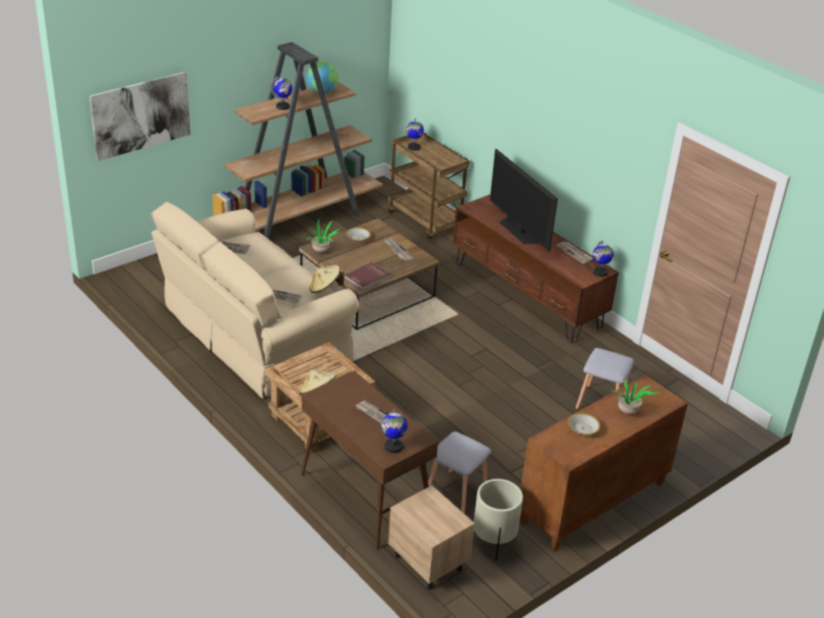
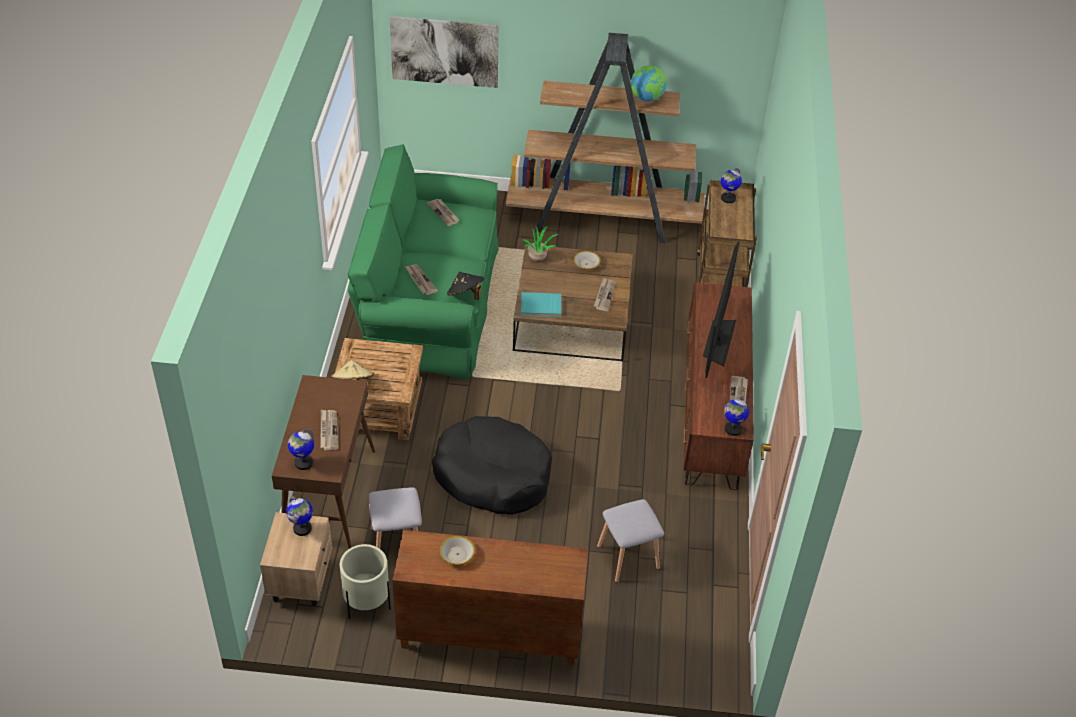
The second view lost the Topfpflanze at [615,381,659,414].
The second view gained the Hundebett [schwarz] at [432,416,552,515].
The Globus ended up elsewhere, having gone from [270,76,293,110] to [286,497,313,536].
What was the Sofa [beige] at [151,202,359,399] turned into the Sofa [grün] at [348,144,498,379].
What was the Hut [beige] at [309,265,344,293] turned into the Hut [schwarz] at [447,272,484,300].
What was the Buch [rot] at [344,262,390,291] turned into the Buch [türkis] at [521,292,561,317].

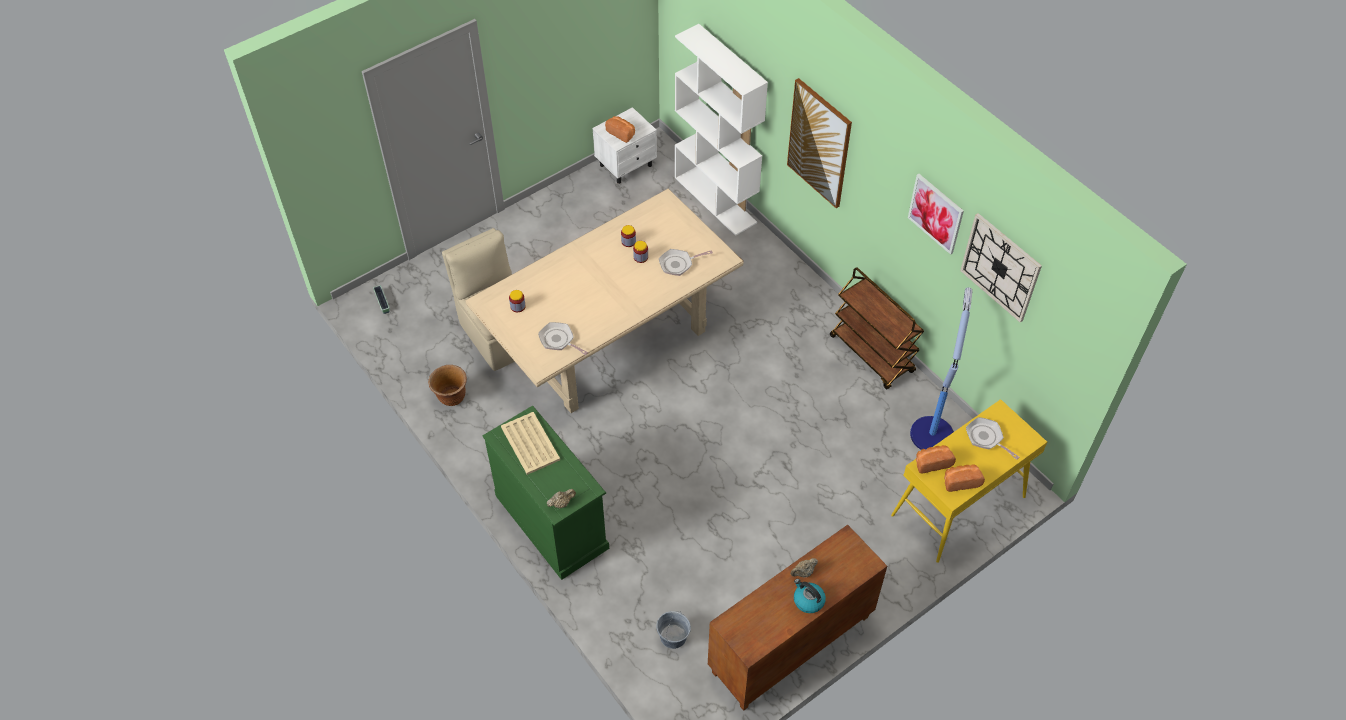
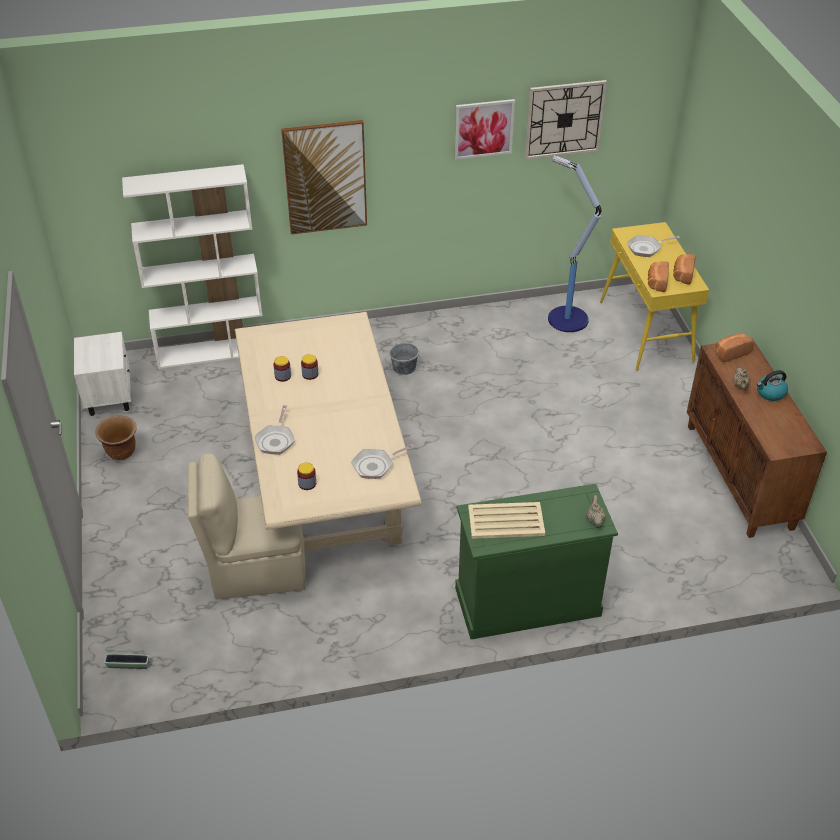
The second view lost the Rollwagen [braun] at [830,267,924,389].
The Pflanzkübel [braun] ended up elsewhere, having gone from [428,365,467,406] to [95,416,137,460].
The Brot ended up elsewhere, having gone from [605,116,635,143] to [715,333,754,362].
The Eimer [grau] ended up elsewhere, having gone from [656,611,691,649] to [389,340,419,375].
The Pfanne ended up elsewhere, having gone from [659,249,713,276] to [255,405,295,455].

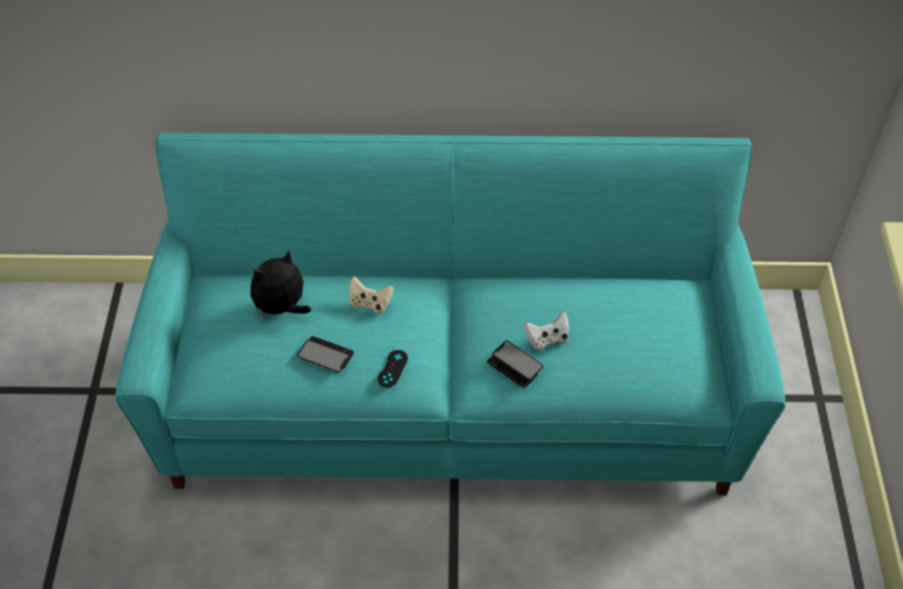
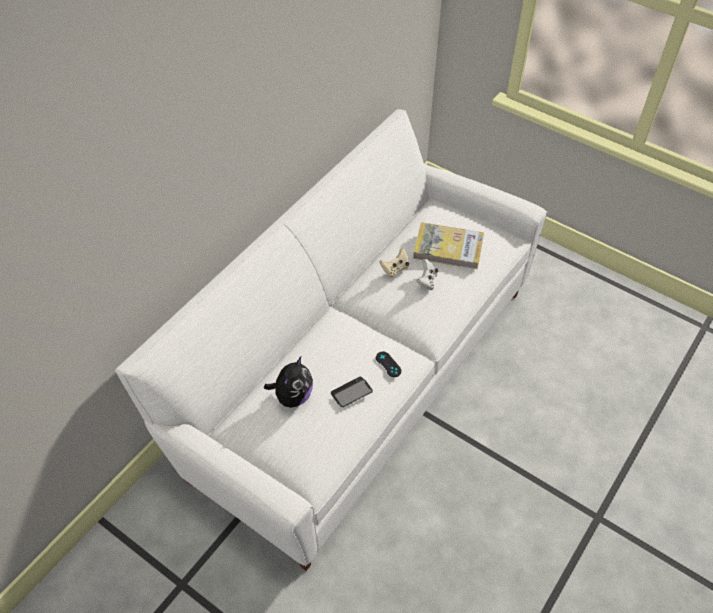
The second view lost the Handy at [487,340,543,388].
The second view gained the Buch at [413,222,484,269].
The Gamepad [beige] ended up elsewhere, having gone from [349,276,393,314] to [379,248,409,277].
What was the Sofa [türkis] at [115,133,785,495] turned into the Sofa [weiß] at [115,109,547,571].
The Plüschtier at [250,250,311,321] ended up facing another way, 150 degrees counterclockwise from before.

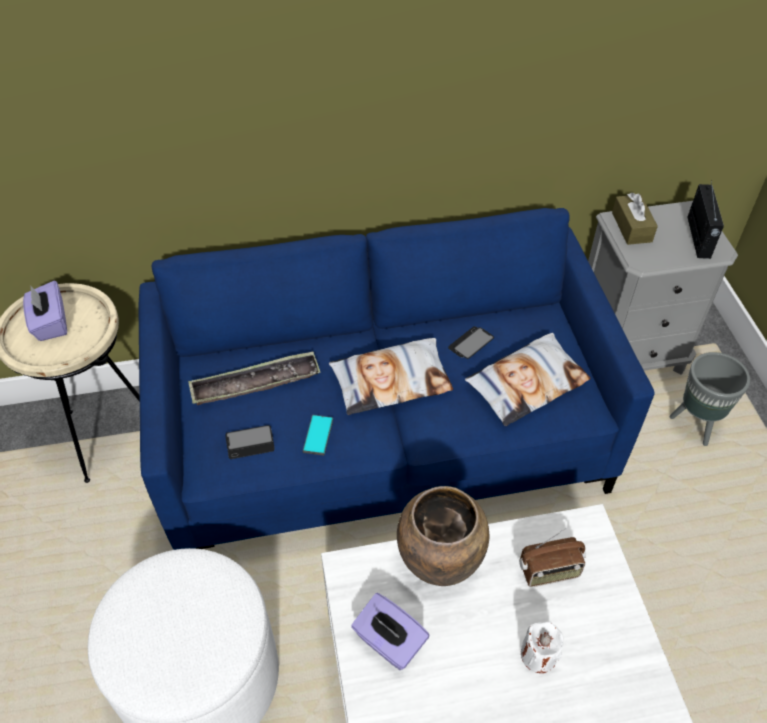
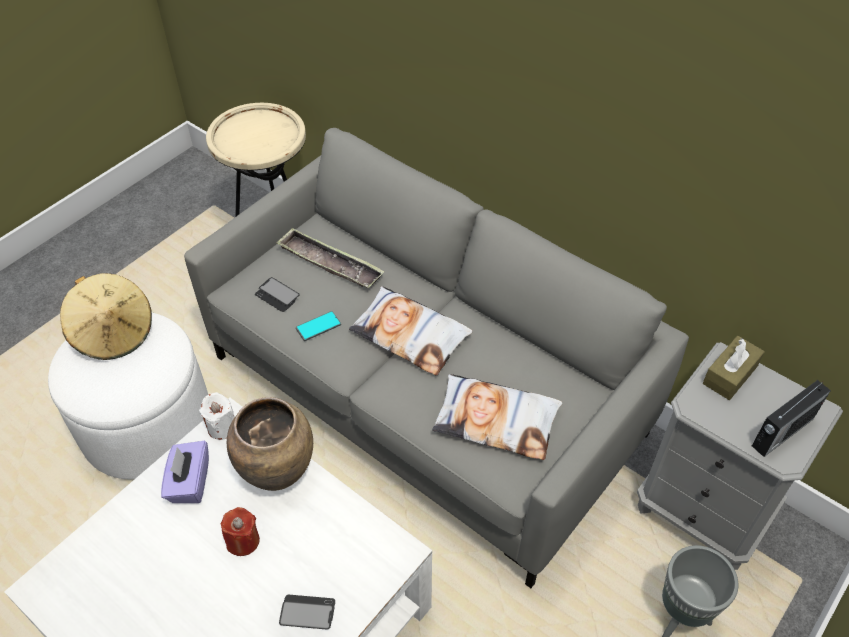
The second view lost the Taschentuchbox [lila] at [23,281,67,341].
The second view lost the Radio at [519,528,586,587].
The second view gained the Hut [beige] at [60,273,152,360].
The second view gained the Kerze [rot] at [220,507,260,556].
The Handy ended up elsewhere, having gone from [448,326,494,359] to [279,594,335,630].
The Kerze [weiß] ended up elsewhere, having gone from [521,622,564,673] to [199,392,235,440].
What was the Sofa [blau] at [139,208,655,550] turned into the Sofa [grau] at [184,128,689,588].

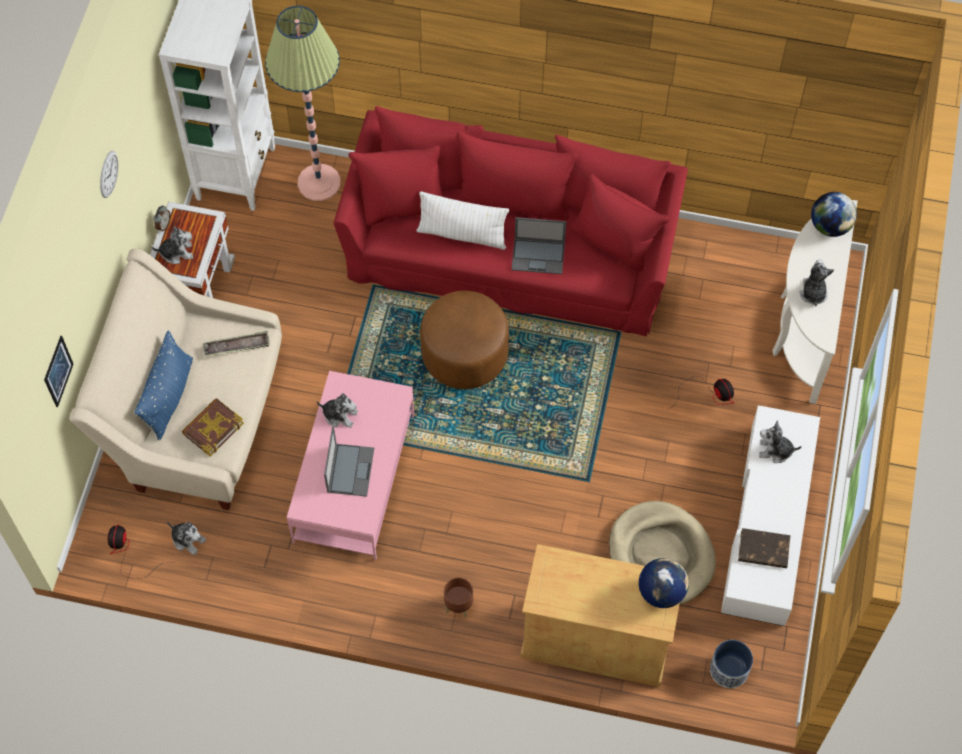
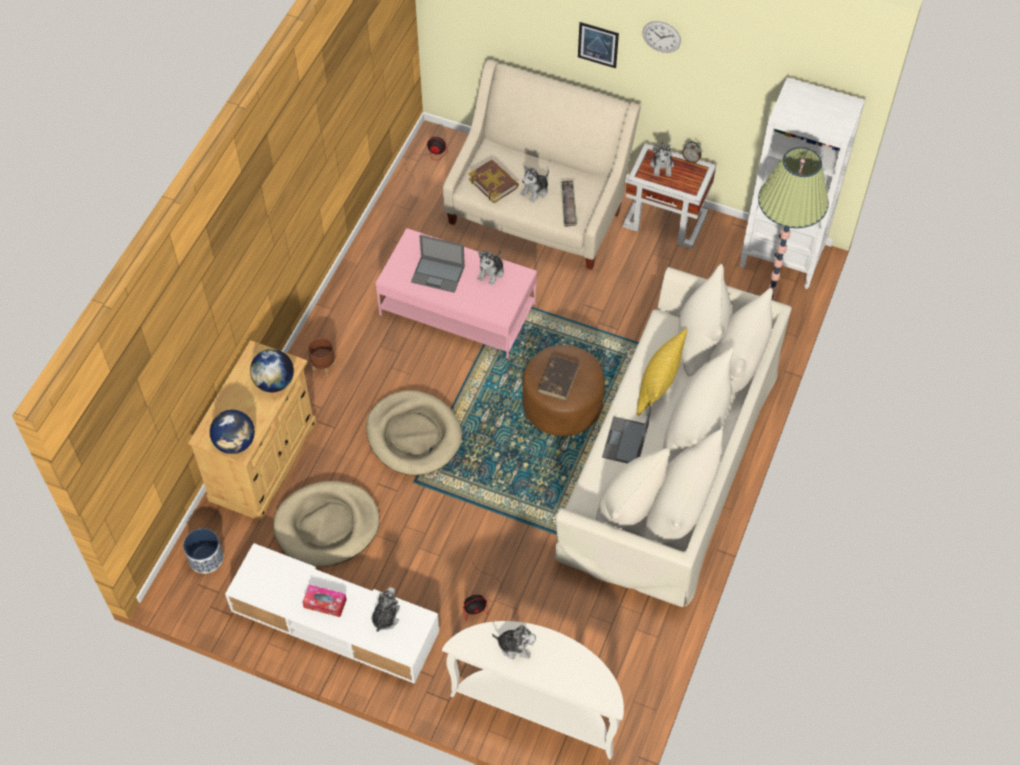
The second view lost the Kissen [blau] at [134,331,193,440].
The second view gained the Taschentuchbox at [302,585,347,617].
The second view gained the Hundebett [beige] at [366,390,462,475].
The Bild ended up elsewhere, having gone from [44,336,73,407] to [578,22,619,68].
The Plüschtier ended up elsewhere, having gone from [167,521,206,555] to [521,165,549,202].
The Buch [braun] ended up elsewhere, having gone from [738,528,791,568] to [537,356,579,401].
The Globus ended up elsewhere, having gone from [811,192,857,237] to [250,349,294,392].
What was the Sofa [rot] at [334,106,688,336] turned into the Sofa [beige] at [555,264,792,607].
What was the Kissen [weiß] at [416,191,509,250] turned into the Kissen [gelb] at [636,329,687,416].

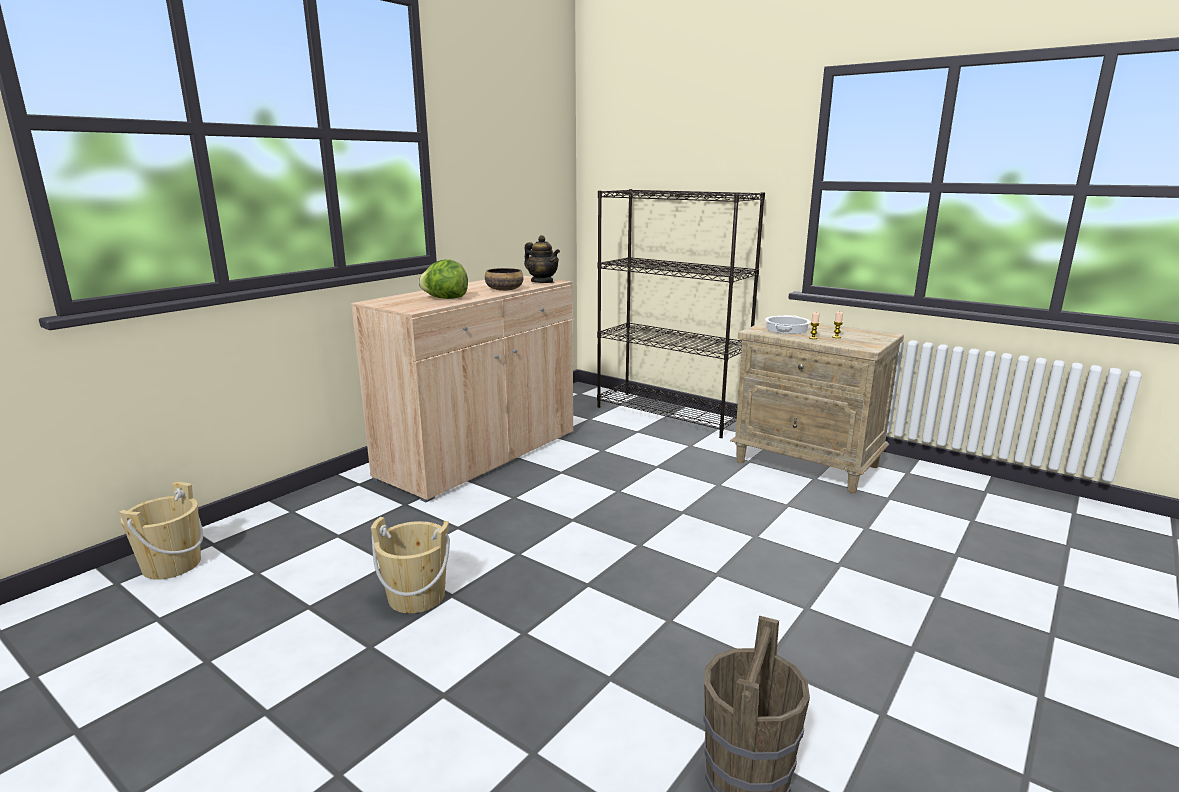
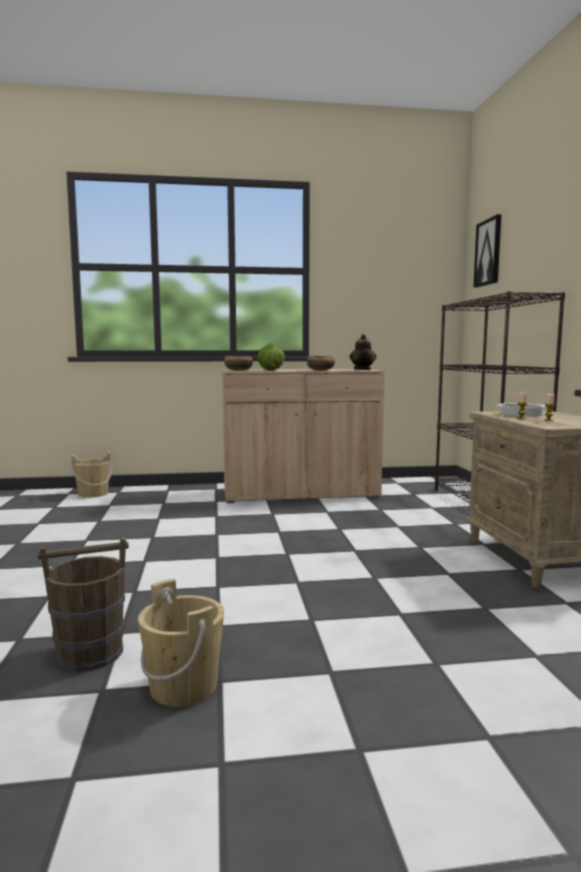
The second view gained the Schüssel at [224,356,253,371].
The second view gained the Bild at [473,214,501,288].
The Eimer [beige] ended up elsewhere, having gone from [371,517,450,613] to [138,579,224,707].

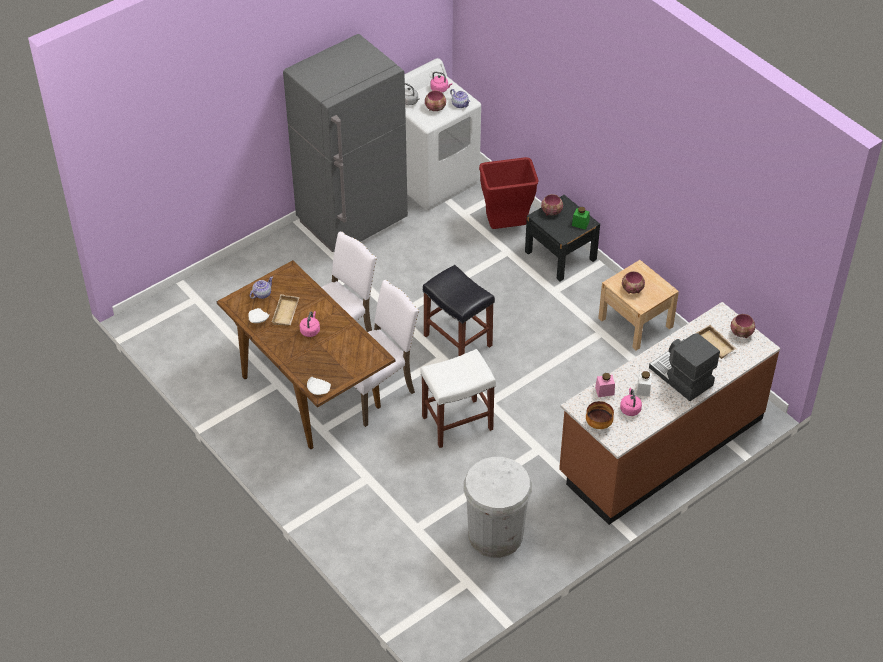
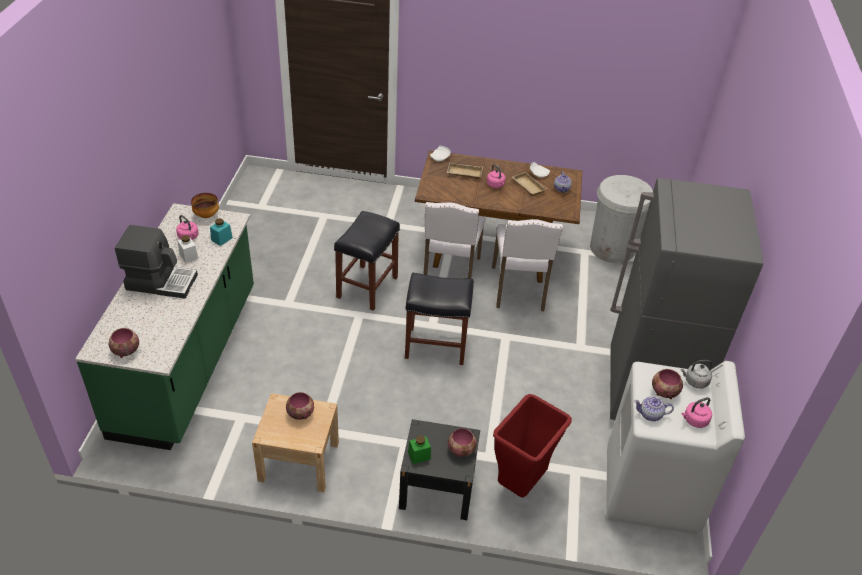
The Mülleimer [weiß] ended up elsewhere, having gone from [463,457,532,558] to [590,175,653,263].
The Tablett [beige] ended up elsewhere, having gone from [696,325,737,359] to [446,162,483,179].
What was the Hocker [weiß] at [420,349,496,448] turned into the Hocker [schwarz] at [334,211,400,311].
What was the Küchenzeile [braun] at [559,302,780,525] turned into the Küchenzeile [grün] at [75,203,254,450].
What was the Vorratsglas [rosa] at [595,373,615,397] turned into the Vorratsglas [türkis] at [210,218,233,246].

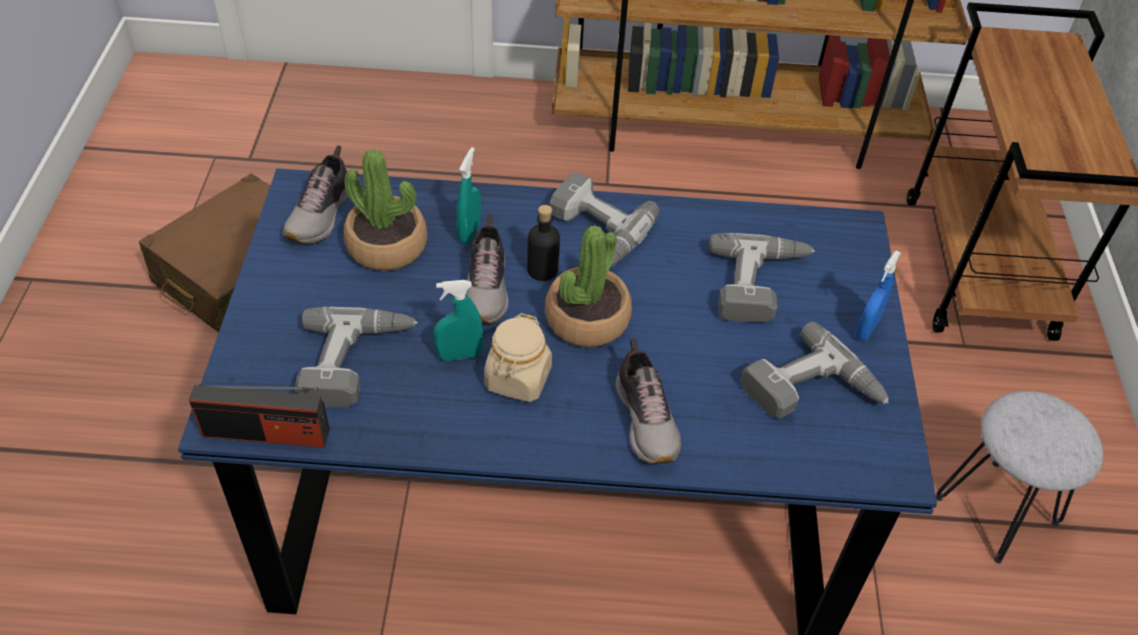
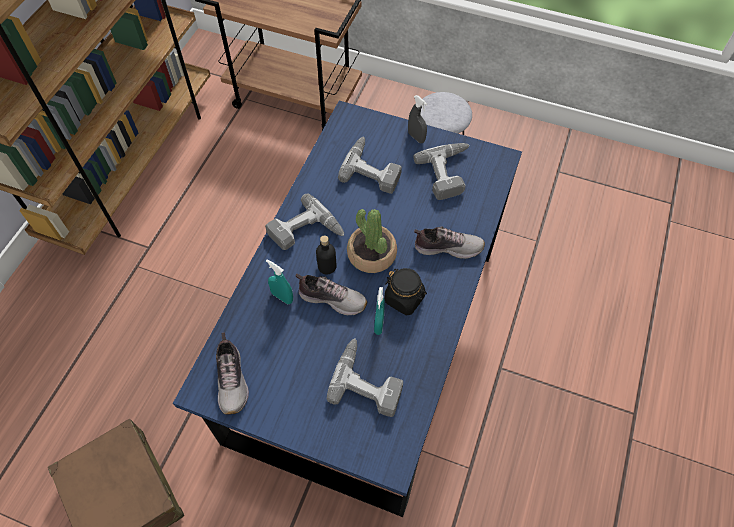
The second view lost the Radio at [189,384,330,448].
The second view lost the Topfpflanze at [344,149,427,271].
What was the Vorratsglas [beige] at [484,313,552,402] turned into the Vorratsglas [schwarz] at [385,268,427,315].
What was the Sprühflasche [blau] at [855,251,901,341] turned into the Sprühflasche [grau] at [408,95,427,143].
The Schuh at [282,145,348,243] ended up facing another way, 45 degrees clockwise from before.

